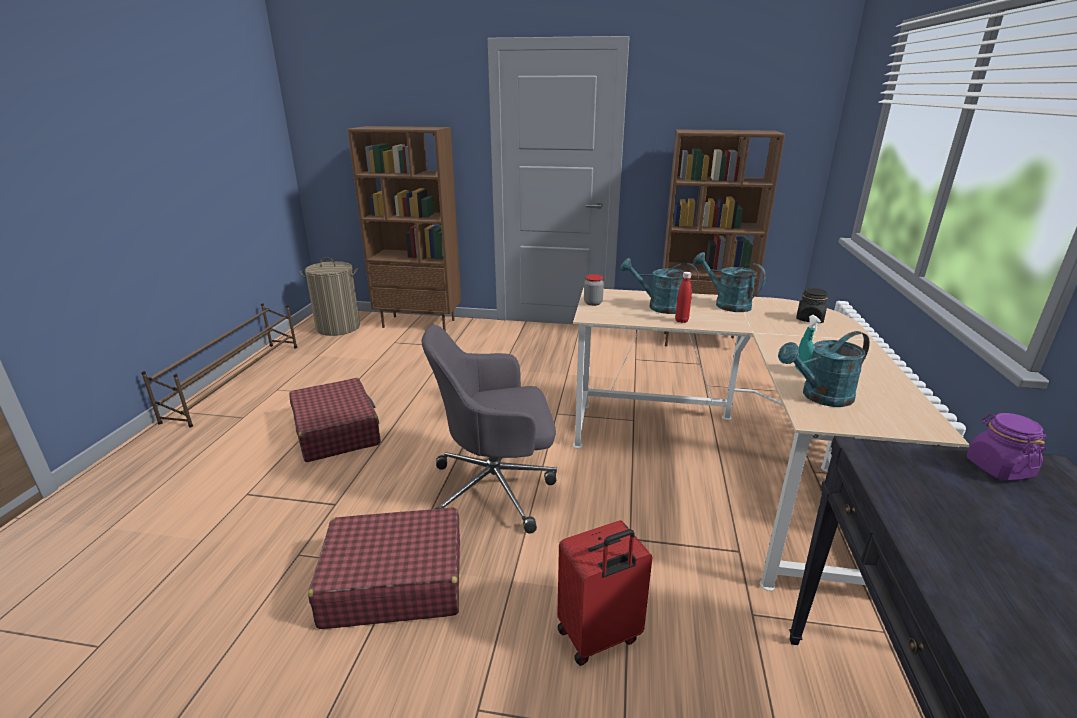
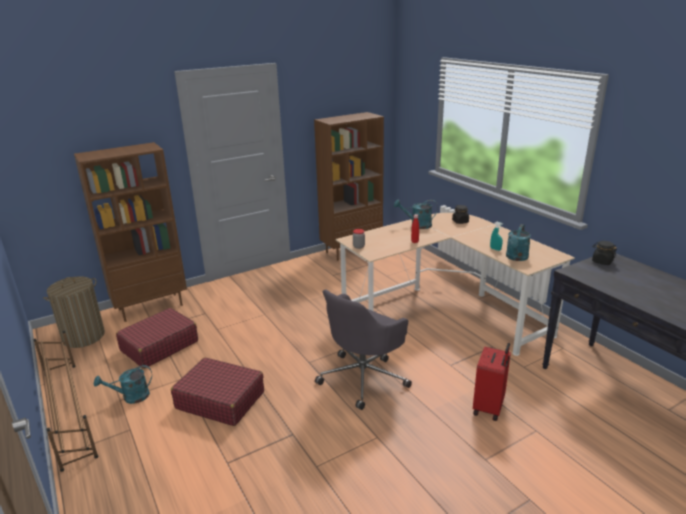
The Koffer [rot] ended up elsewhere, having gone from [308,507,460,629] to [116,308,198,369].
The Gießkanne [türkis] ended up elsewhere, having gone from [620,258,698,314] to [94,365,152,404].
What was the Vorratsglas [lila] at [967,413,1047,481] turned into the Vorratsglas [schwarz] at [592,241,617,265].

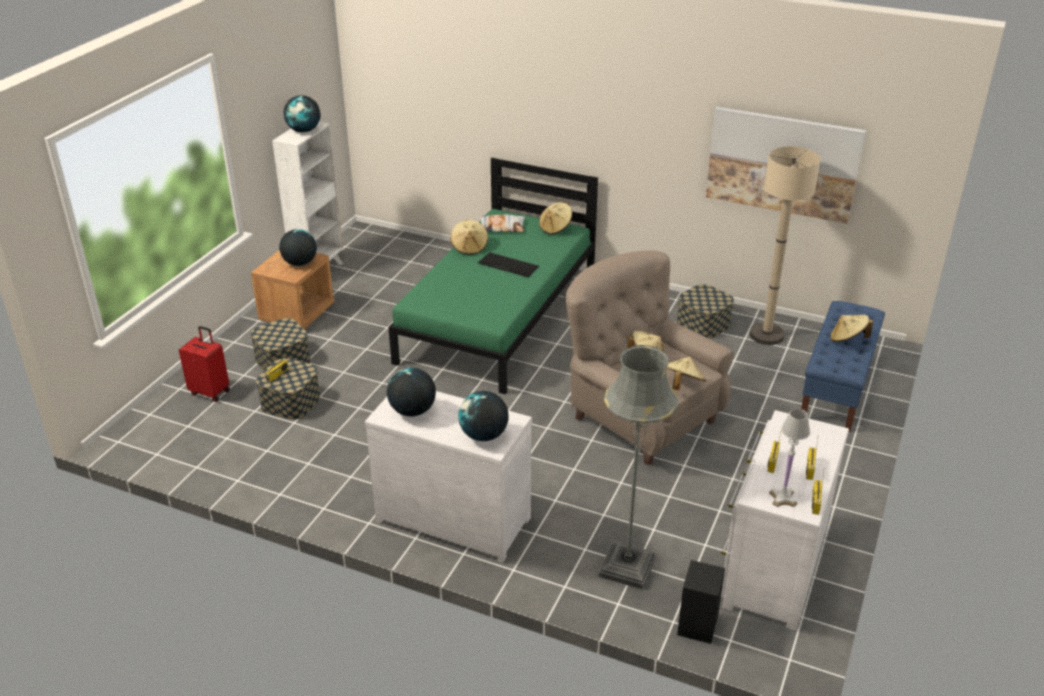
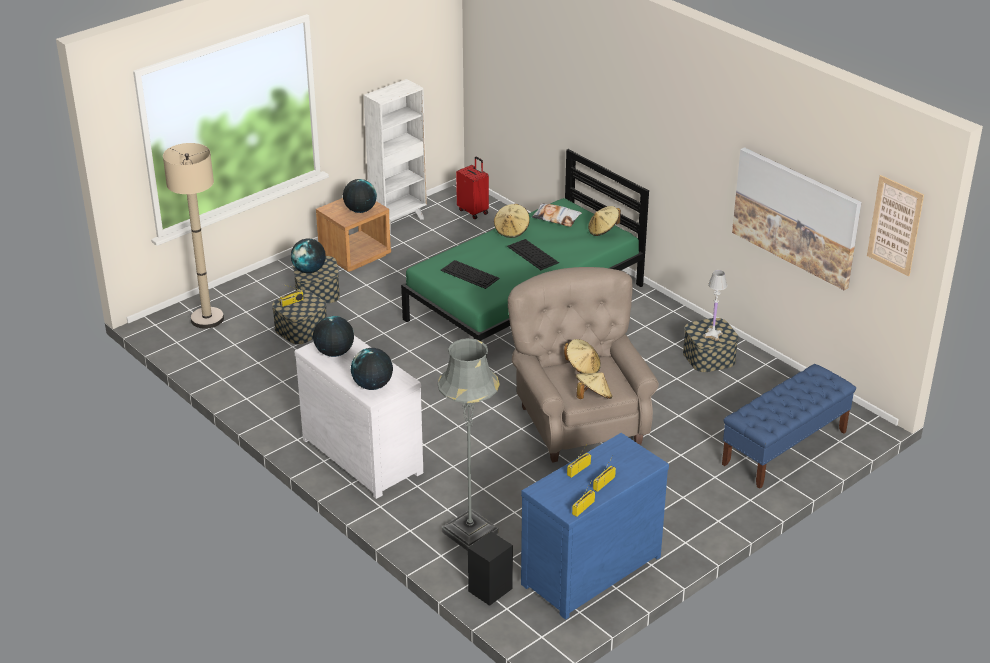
The second view lost the Hut [beige] at [830,315,873,342].
The second view gained the Tastatur at [440,260,500,289].
The second view gained the Bild at [867,175,924,276].
The Koffer [rot] ended up elsewhere, having gone from [179,326,230,402] to [456,157,489,219].
The Globus ended up elsewhere, having gone from [284,95,321,132] to [291,238,326,273].
The Stehlampe [beige] ended up elsewhere, having gone from [750,146,821,345] to [163,143,224,329].
The Tischlampe [weiß] ended up elsewhere, having gone from [769,409,810,507] to [703,270,727,341].
What was the Kommode [weiß] at [721,410,849,631] turned into the Kommode [blau] at [521,433,669,619].

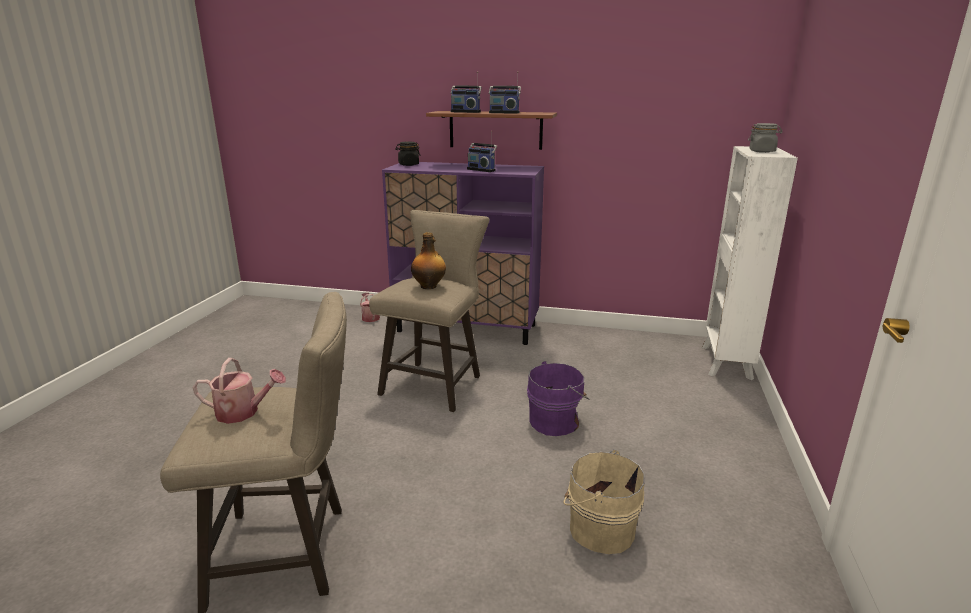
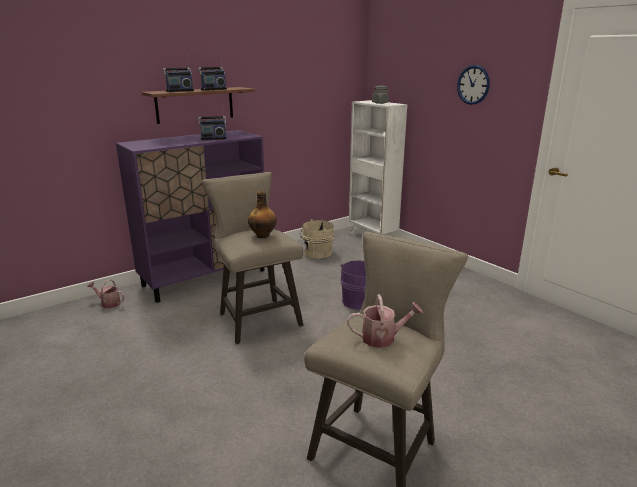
The second view lost the Vorratsglas [schwarz] at [395,142,421,166].
The second view gained the Wanduhr at [457,65,490,105].
The Eimer [beige] ended up elsewhere, having gone from [563,450,645,554] to [300,219,334,259].
The Gießkanne at [192,358,286,424] ended up facing another way, 45 degrees clockwise from before.

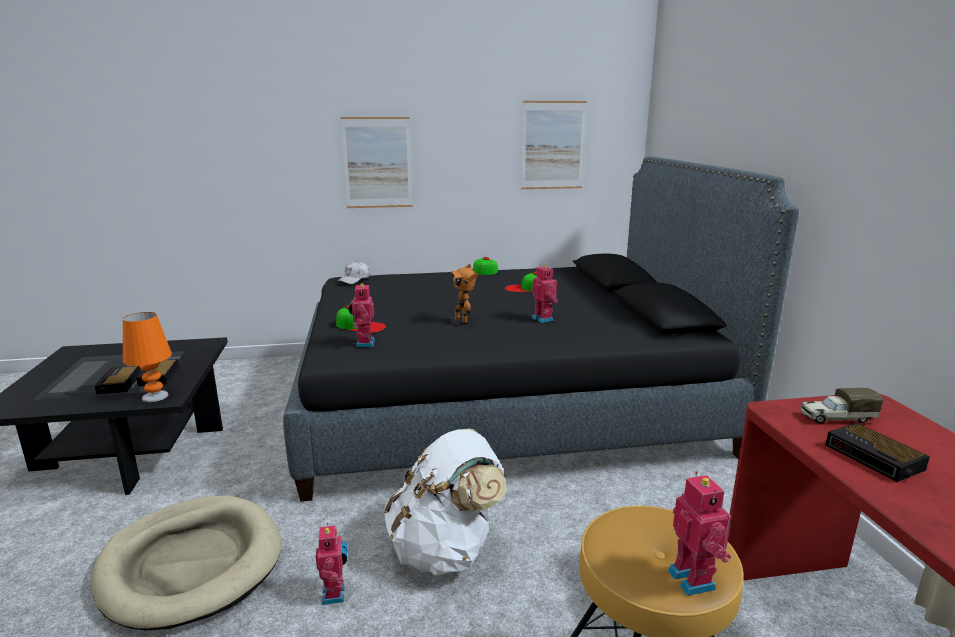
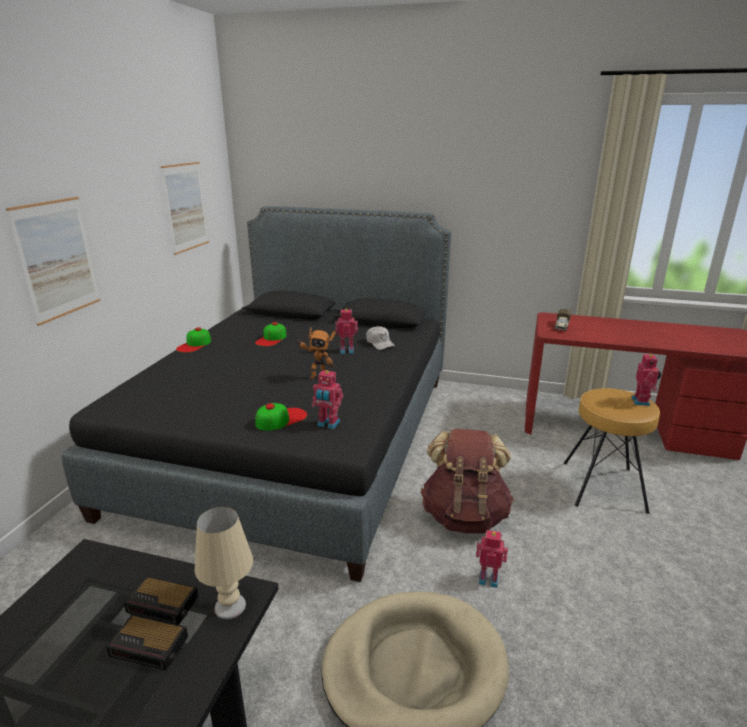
The second view lost the Wecker at [825,423,930,482].
The Kappe [weiß] ended up elsewhere, having gone from [337,261,370,284] to [366,326,395,350].
What was the Tischlampe [orange] at [123,312,172,402] turned into the Tischlampe [beige] at [195,507,253,619].
What was the Rucksack [weiß] at [384,429,507,575] turned into the Rucksack [braun] at [420,429,514,533].
The Spielzeugroboter at [668,471,732,596] ended up facing another way, 90 degrees clockwise from before.

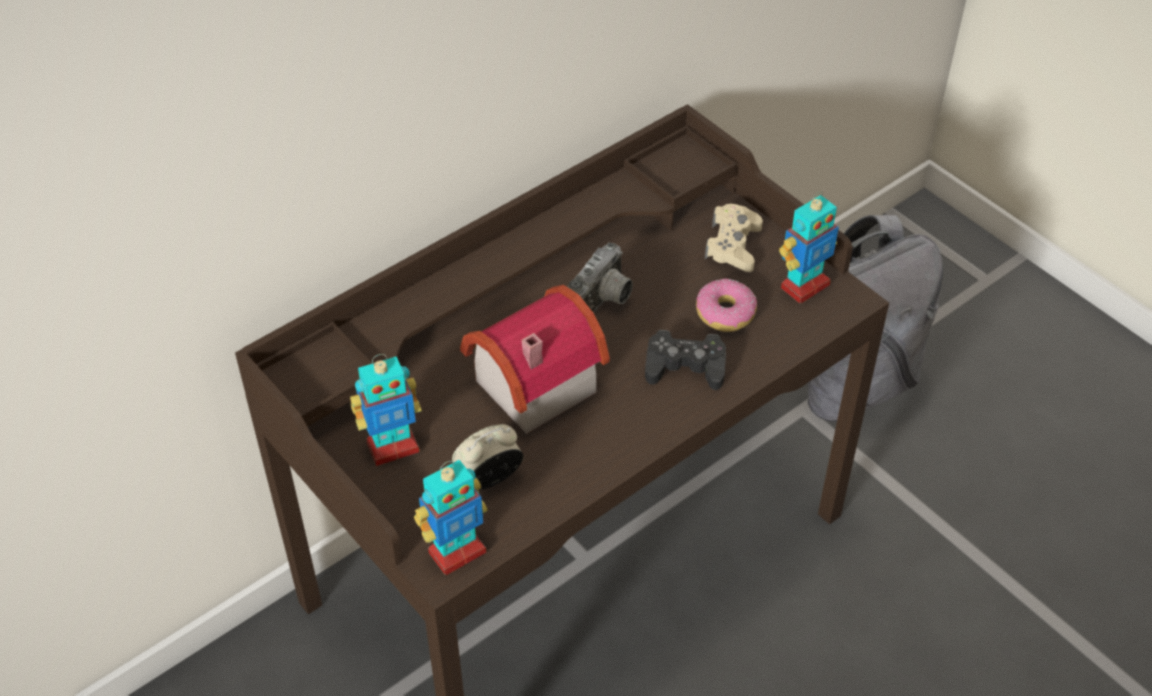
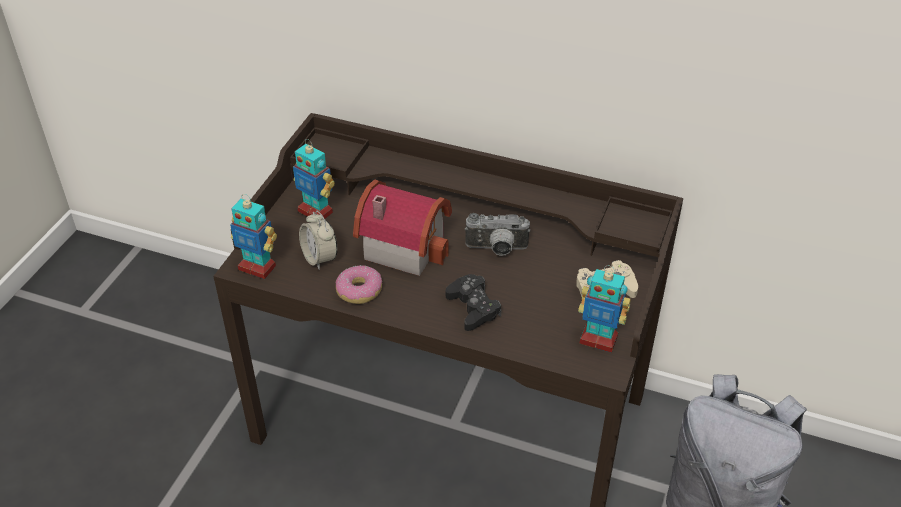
The Donut ended up elsewhere, having gone from [696,278,757,332] to [336,265,382,304].
The Wecker at [452,424,524,490] ended up facing another way, 150 degrees counterclockwise from before.

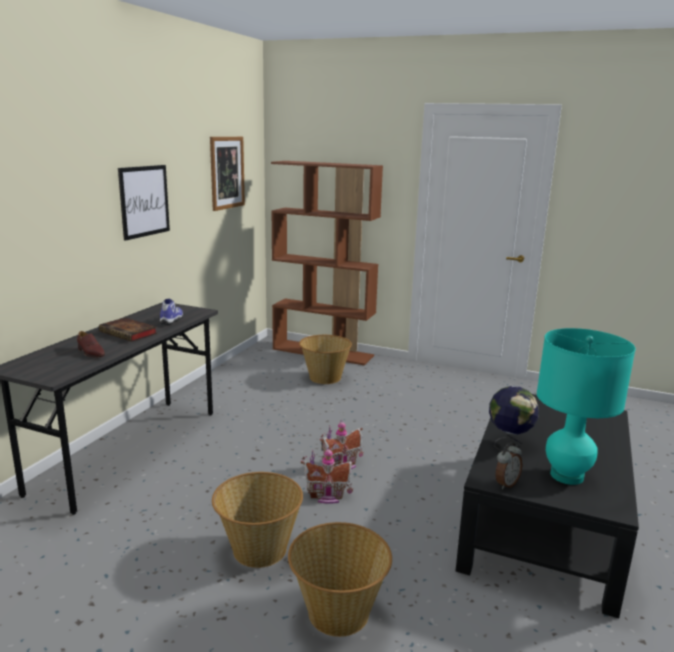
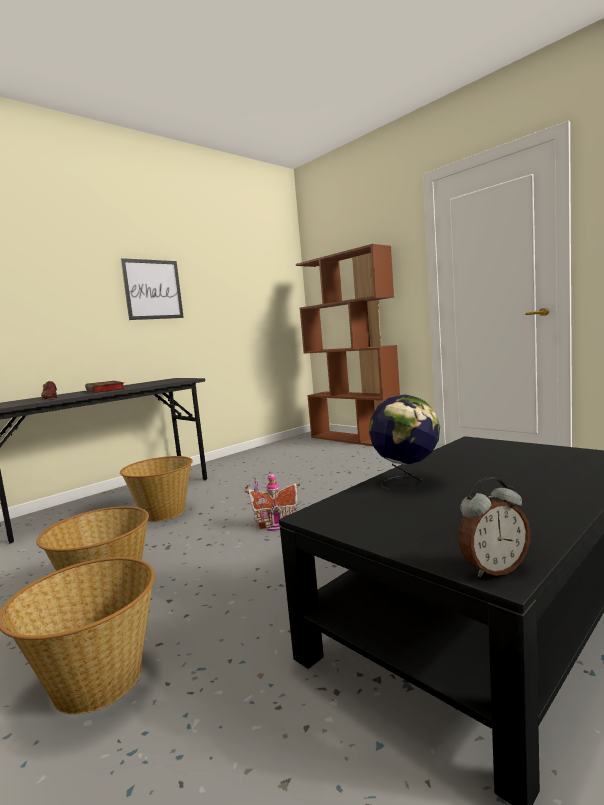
The second view lost the Schuh at [160,299,183,325].
The second view lost the Bild at [210,137,245,211].
The second view lost the Spielzeughaus at [301,447,355,504].
The second view lost the Tischlampe [türkis] at [537,328,636,485].
The Korb ended up elsewhere, having gone from [299,335,352,384] to [120,456,193,522].
The Wecker ended up elsewhere, having gone from [495,442,522,489] to [458,477,530,577].

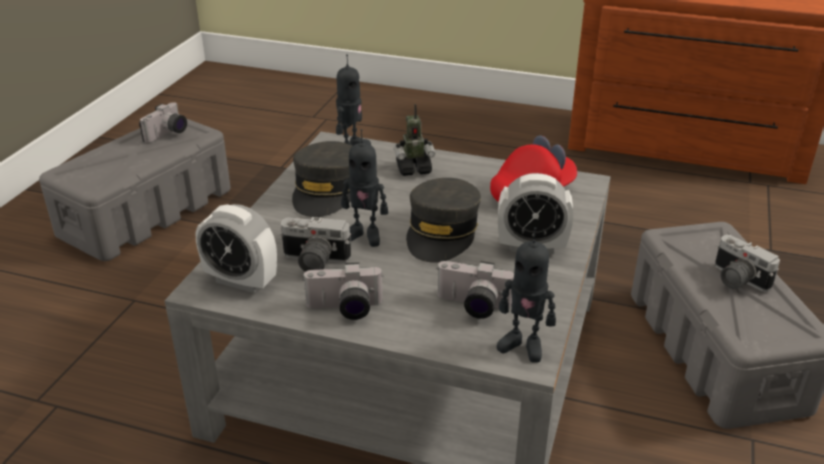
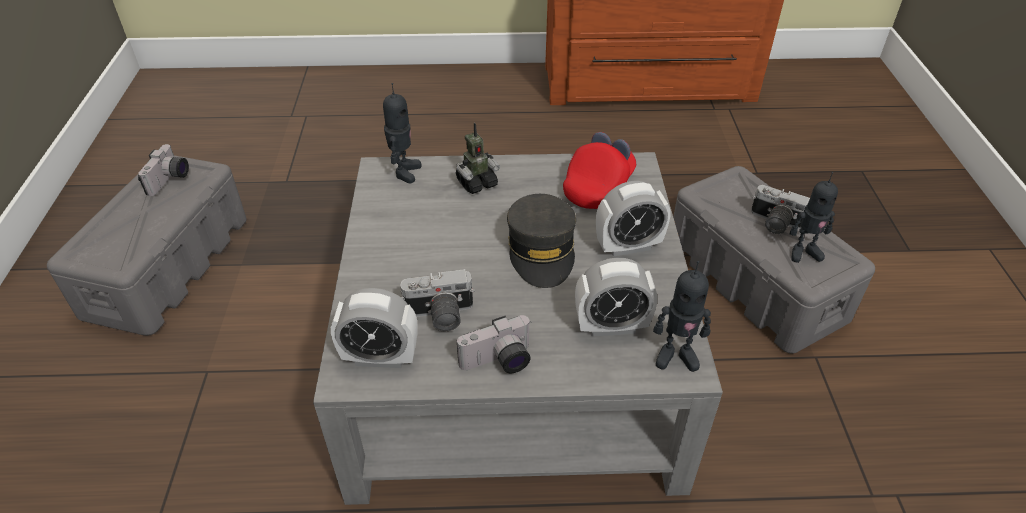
The second view lost the Kappe [grau] at [292,141,352,217].
The Spielzeugroboter ended up elsewhere, having gone from [341,129,388,247] to [790,172,838,263].
Where the Kamera stood at [436,261,514,319], the Wecker came to stand at [575,258,657,336].

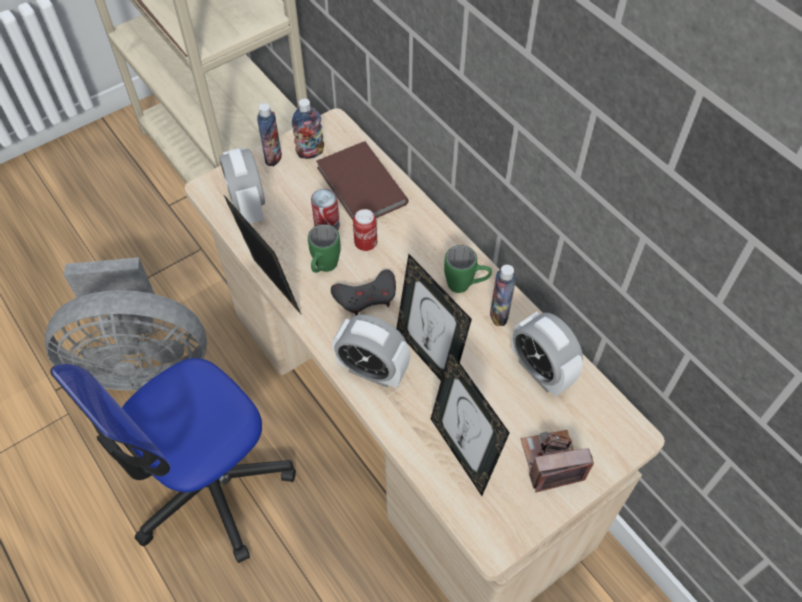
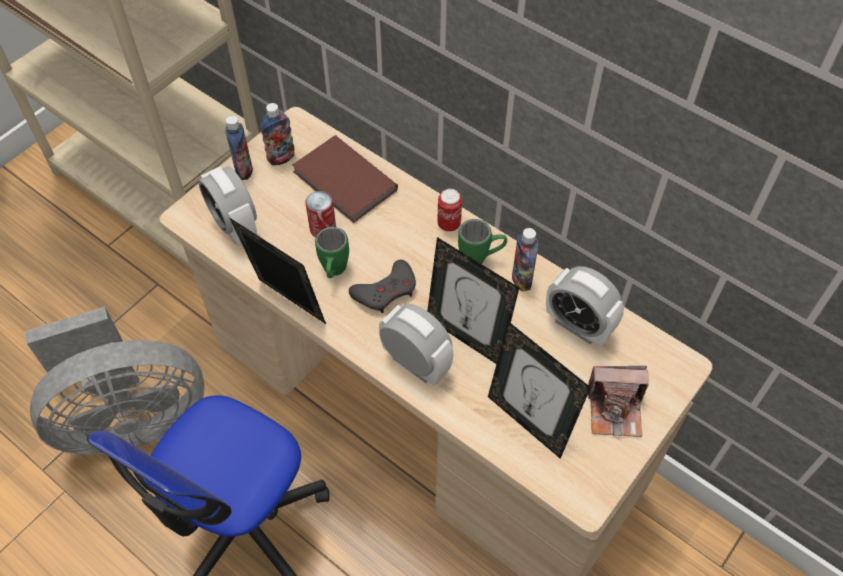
The Dose ended up elsewhere, having gone from [353,209,377,251] to [437,189,462,231].
The Wecker at [332,315,410,388] ended up facing another way, 150 degrees counterclockwise from before.
The Kamera at [521,430,594,493] ended up facing another way, 150 degrees counterclockwise from before.

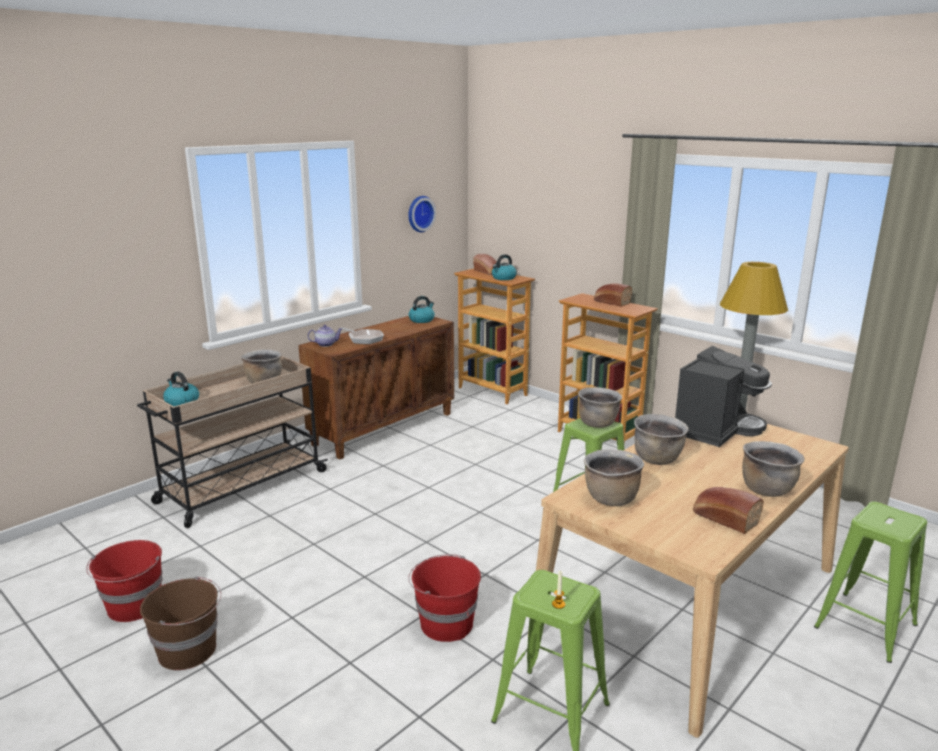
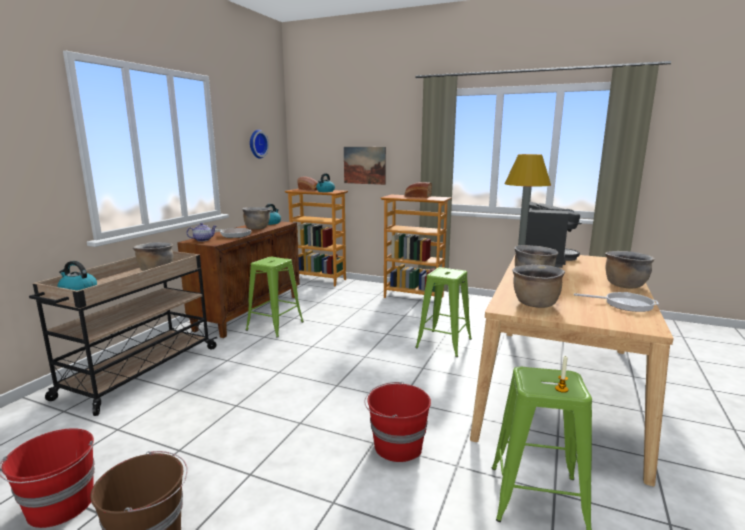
The second view gained the Bild at [344,147,386,185].
The Kochtopf [braun] ended up elsewhere, having gone from [578,387,622,428] to [242,207,271,230].
The Hocker [grün] ended up elsewhere, having gone from [814,501,927,663] to [246,257,304,338].
Where the Brot stood at [693,487,764,534], the Pfanne came to stand at [574,292,659,312].

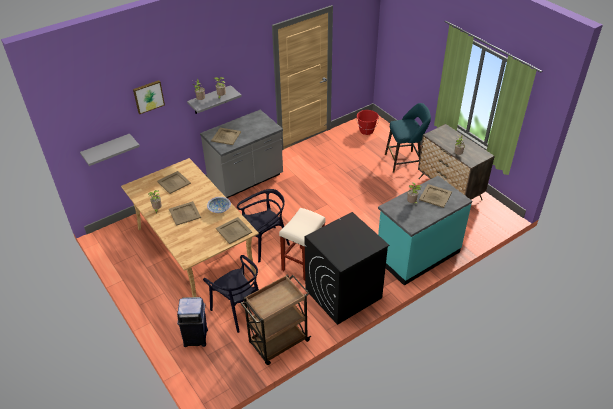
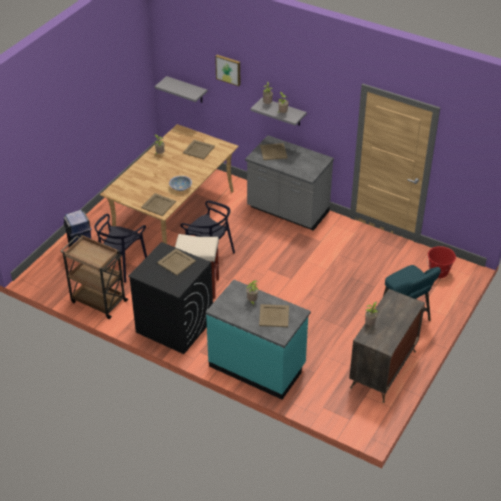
The Tablett [beige] ended up elsewhere, having gone from [169,201,201,226] to [157,249,196,276].

